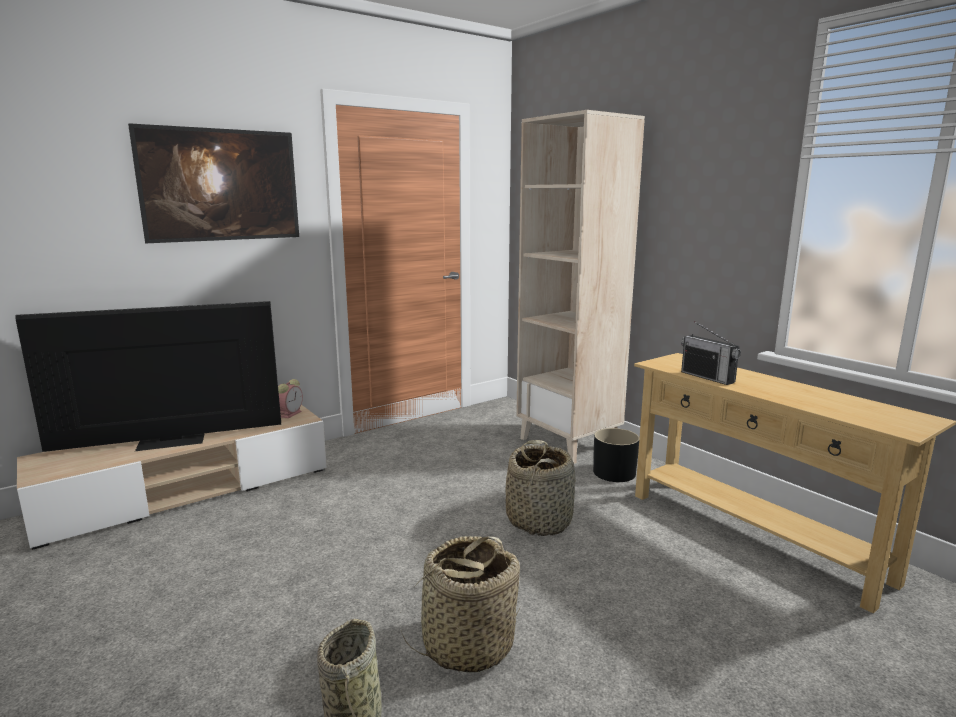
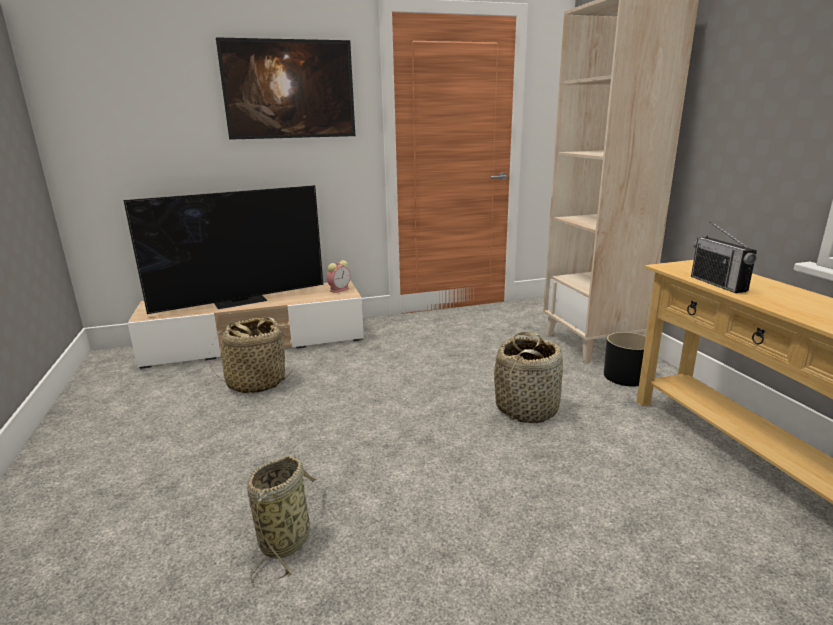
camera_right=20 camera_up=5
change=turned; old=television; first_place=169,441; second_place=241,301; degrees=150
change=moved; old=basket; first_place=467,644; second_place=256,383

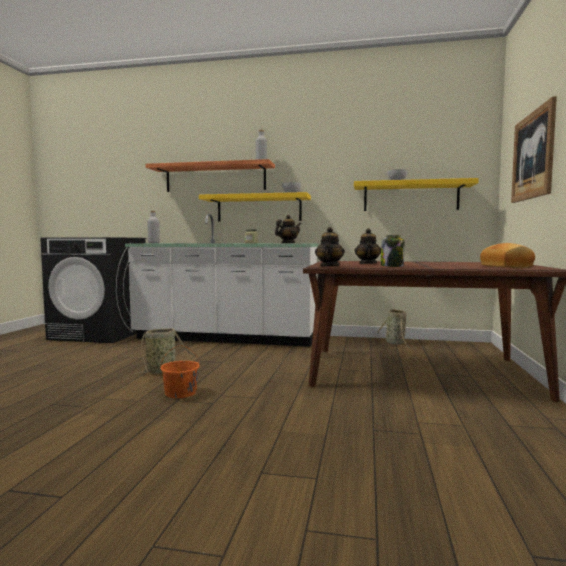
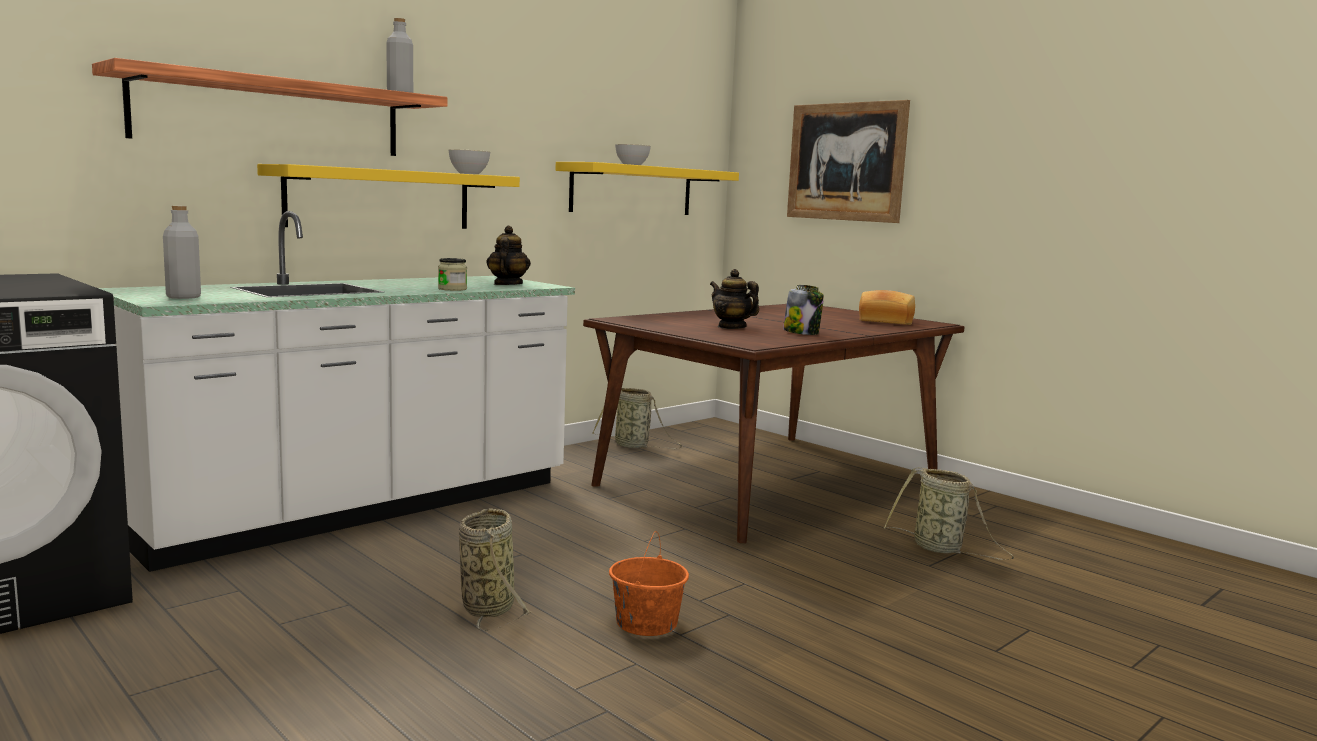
camera_right=-55 camera_up=5
change=removed; old=teapot; first_place=329,266
change=added; new=basket; second_place=941,549

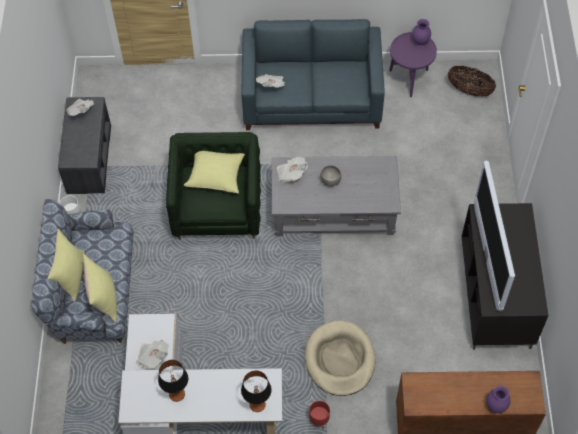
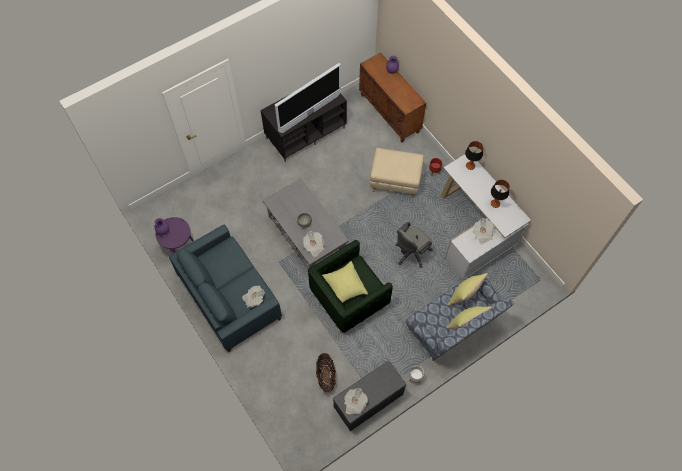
camera_right=-125 camera_up=5
change=moved; old=basket; first_place=469,90; second_place=326,376
change=replaced; old=dog bed (beige); new=ottoman (beige); first_place=340,359; second_place=395,180
change=added; new=office chair (grey); second_place=411,253

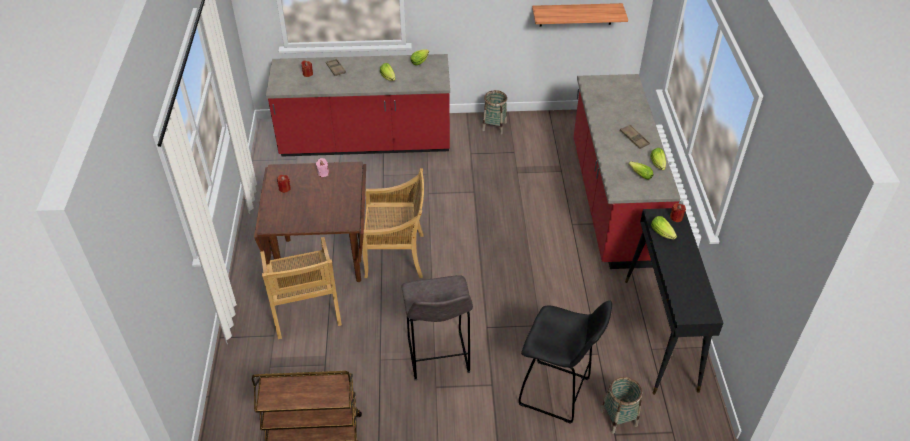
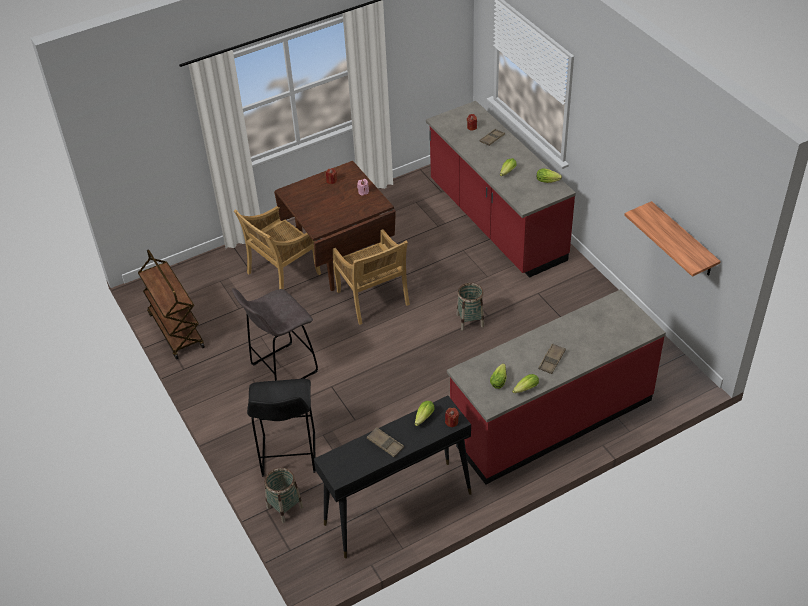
camera_right=65 camera_up=0
change=moved; old=basket; first_place=494,126; second_place=470,320
change=added; new=tray (brown); second_place=385,444

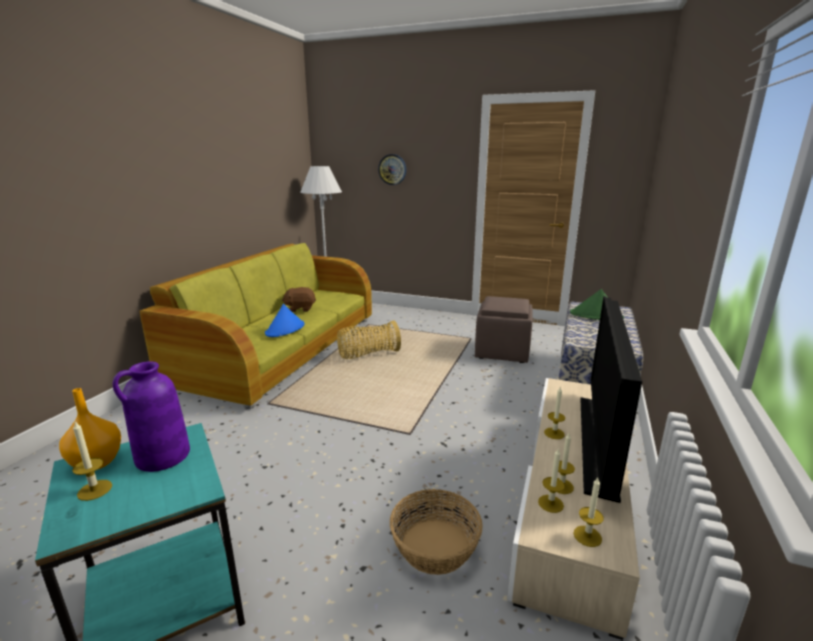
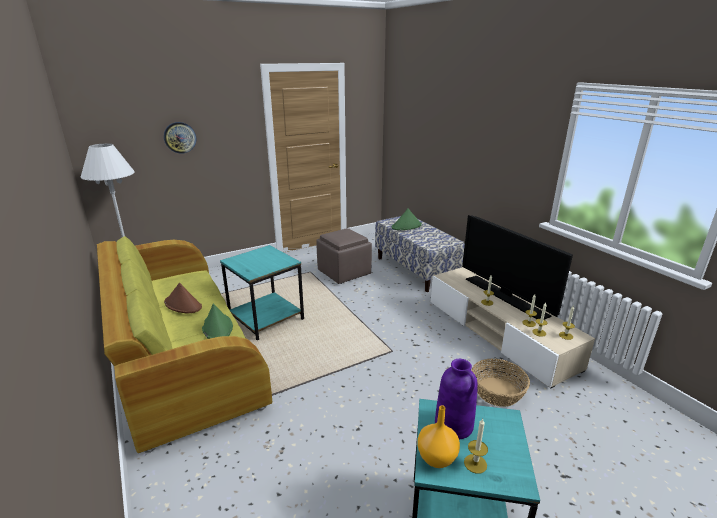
camera_right=-50 camera_up=5
change=replaced; old=plush toy (brown); new=hat (brown); first_place=300,309; second_place=183,305
change=recoloured; old=hat (blue); new=hat (green); first_place=285,329; second_place=217,327
change=replaced; old=basket; new=side table (turquoise); first_place=367,354; second_place=265,318

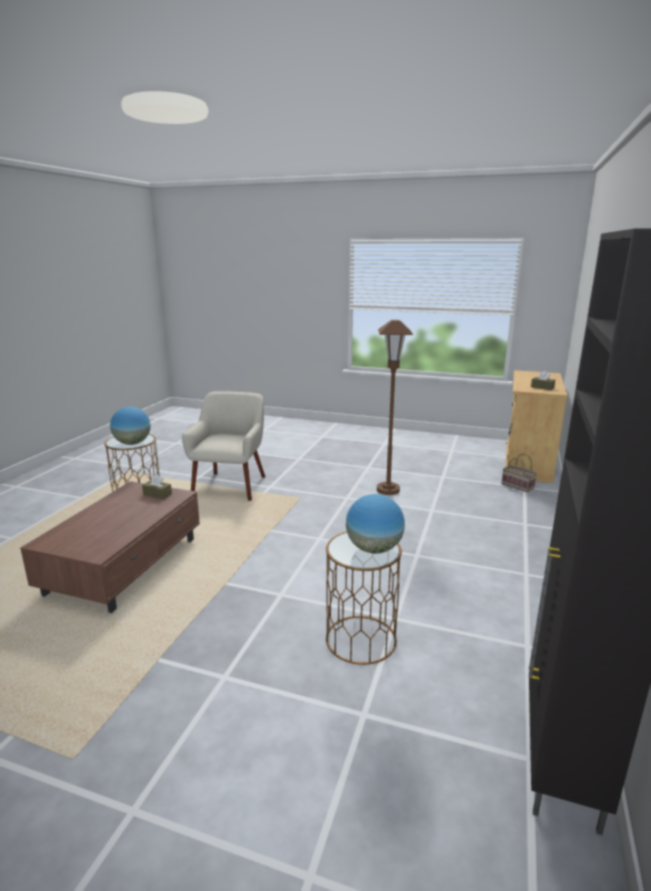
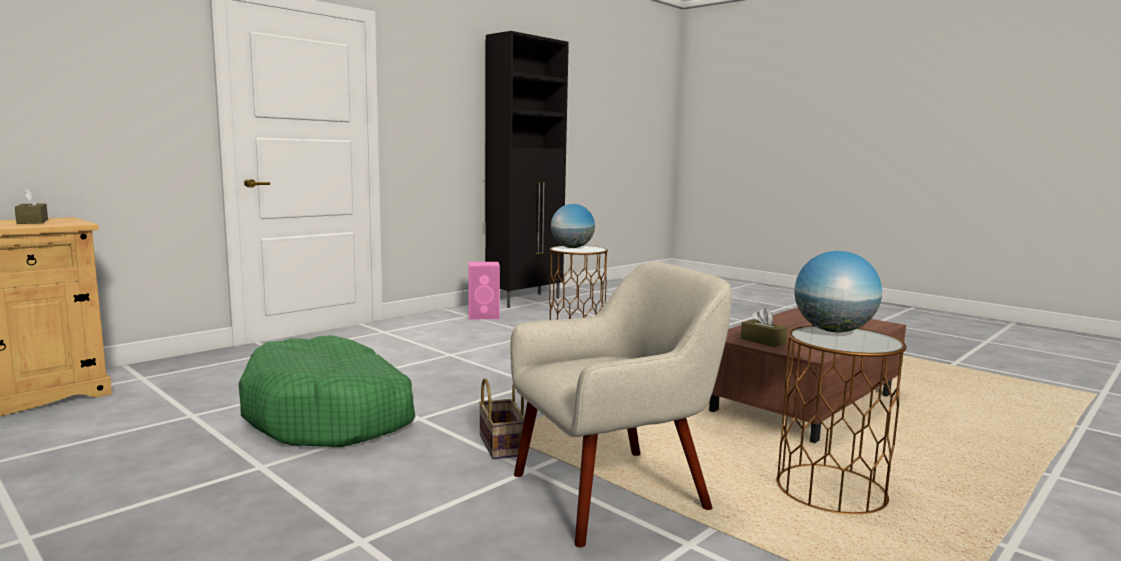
camera_right=-155 camera_up=-10
change=replaced; old=floor lamp (brown); new=dog bed (green); first_place=388,490; second_place=331,415
change=turned; old=armchair (beige); first_place=231,485; second_place=613,492; degrees=-150
change=moved; old=basket; first_place=518,486; second_place=500,445
change=added; new=speaker (pink); second_place=484,316

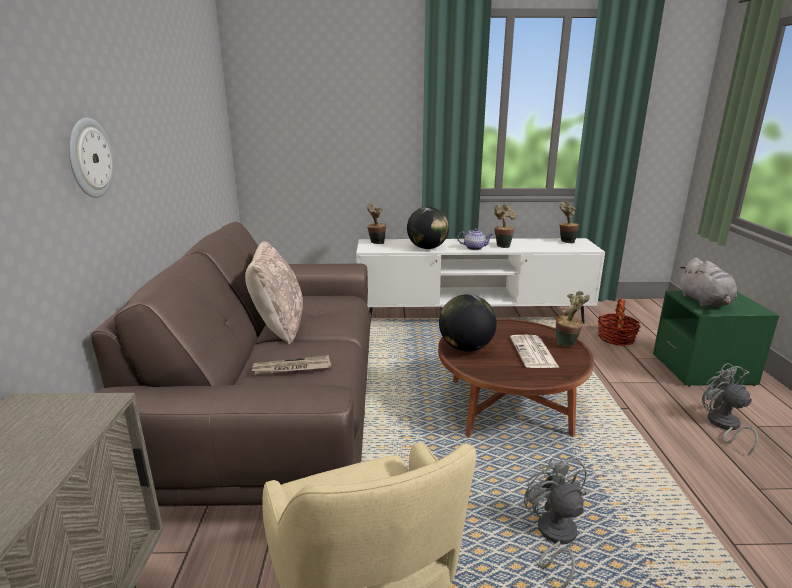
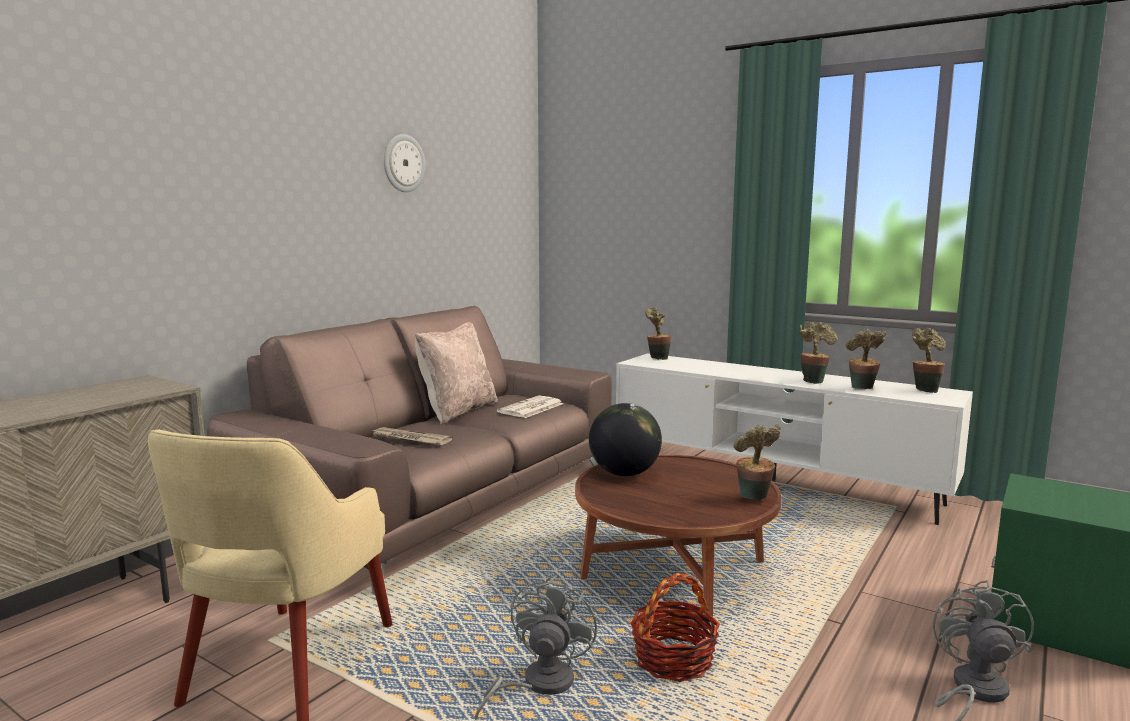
camera_right=35 camera_up=-10
change=moved; old=wall clock; first_place=89,158; second_place=403,163
change=removed; old=globe; first_place=427,248
change=removed; old=teapot; first_place=474,248
change=removed; old=plush toy (grey); first_place=705,302
change=moved; old=basket; first_place=616,338; second_place=673,660
change=moved; old=newspaper; first_place=534,352; second_place=531,408
change=added; new=potted plant; second_place=862,389

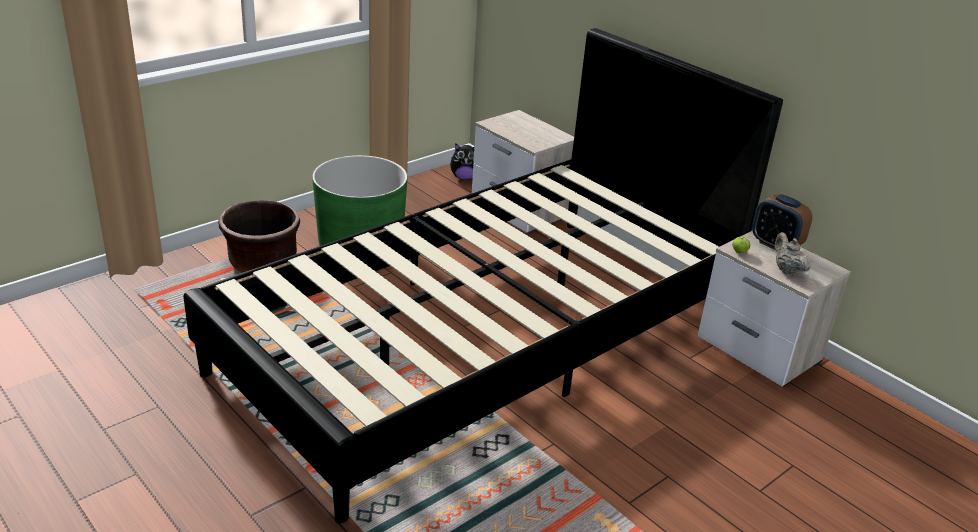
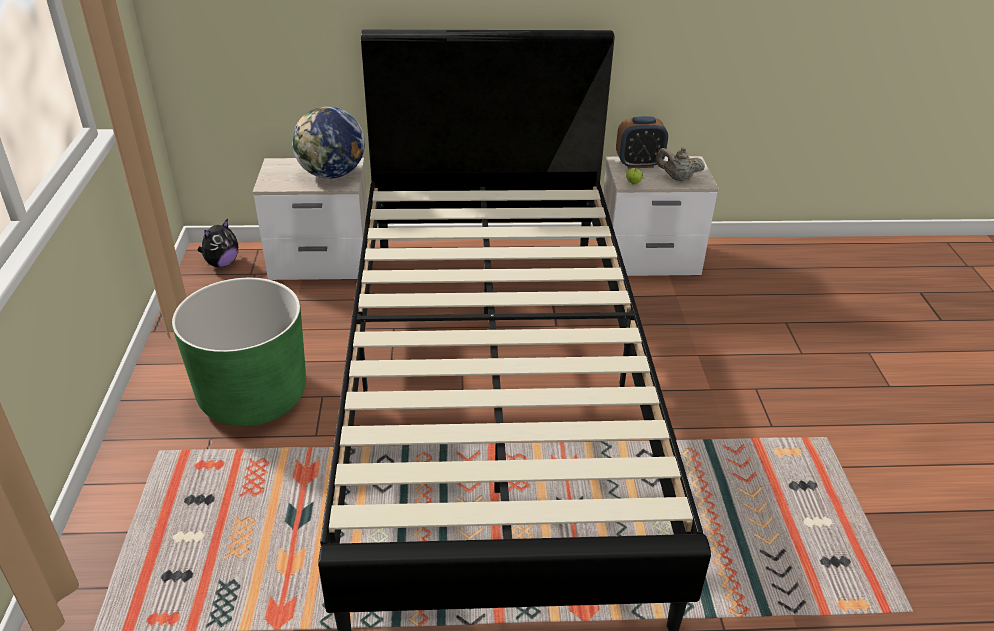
camera_right=-50 camera_up=5
change=removed; old=planter (brown); first_place=262,263
change=added; new=globe; second_place=332,174

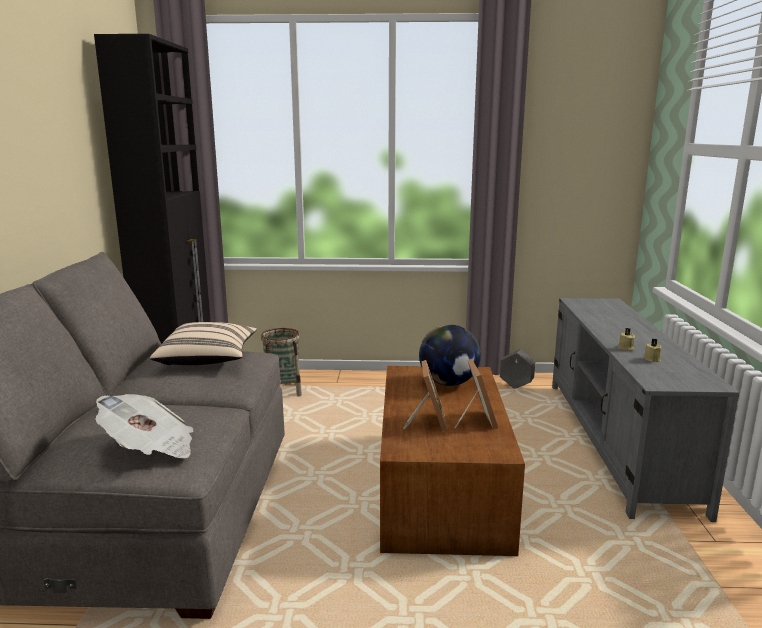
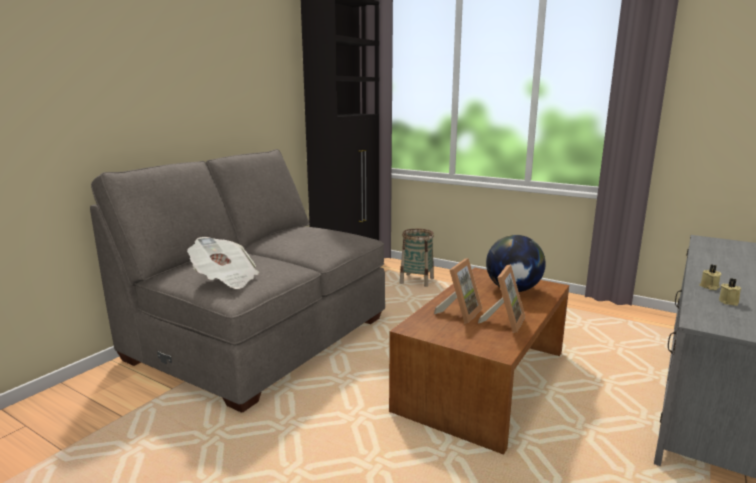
camera_right=30 camera_up=0
change=removed; old=pillow (beige); first_place=208,360
change=removed; old=planter (grey); first_place=516,386

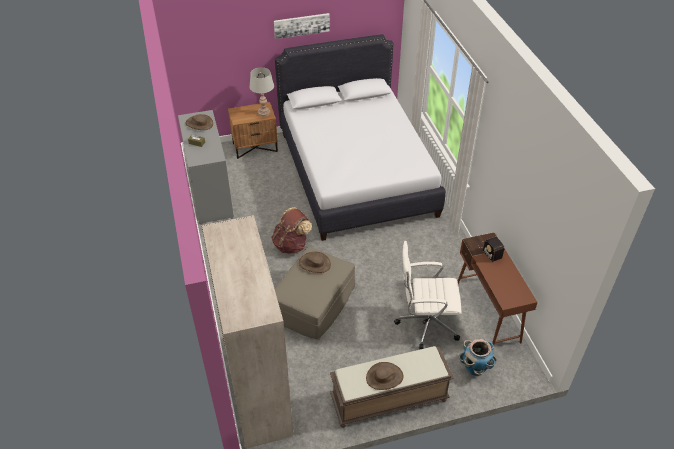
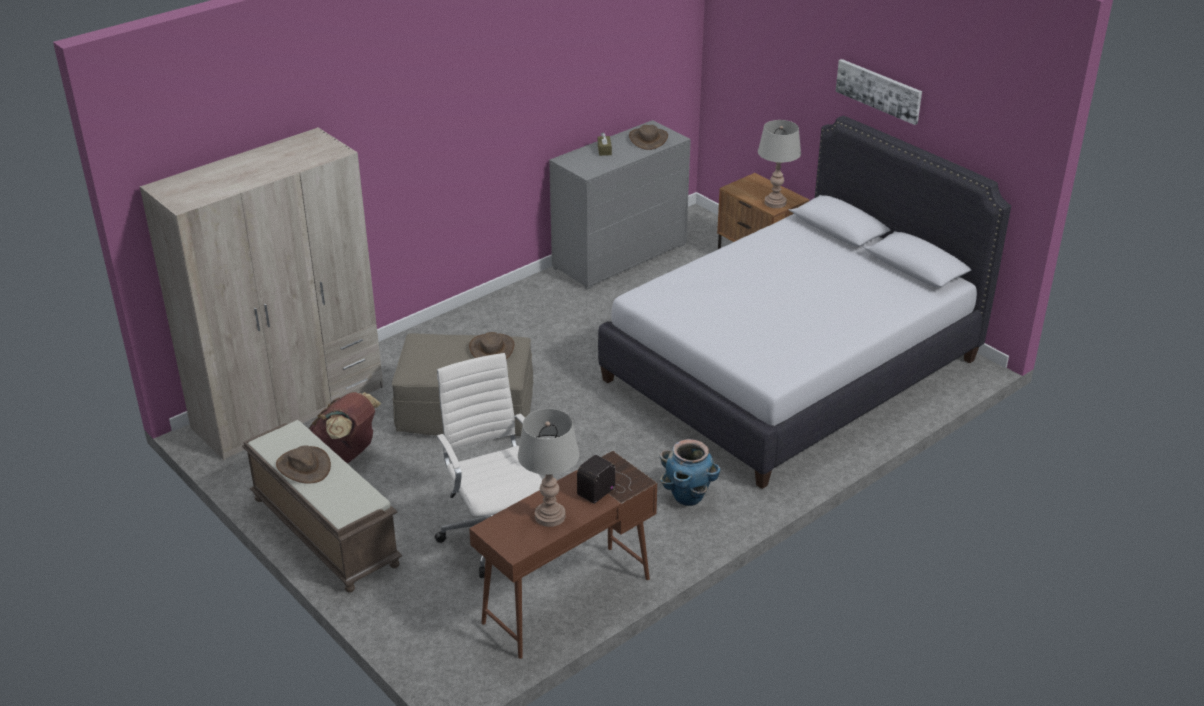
camera_right=65 camera_up=-10
change=moved; old=backpack (brown); first_place=291,244; second_place=346,455
change=moved; old=planter; first_place=475,368; second_place=688,497
change=added; new=table lamp (grey); second_place=550,516

